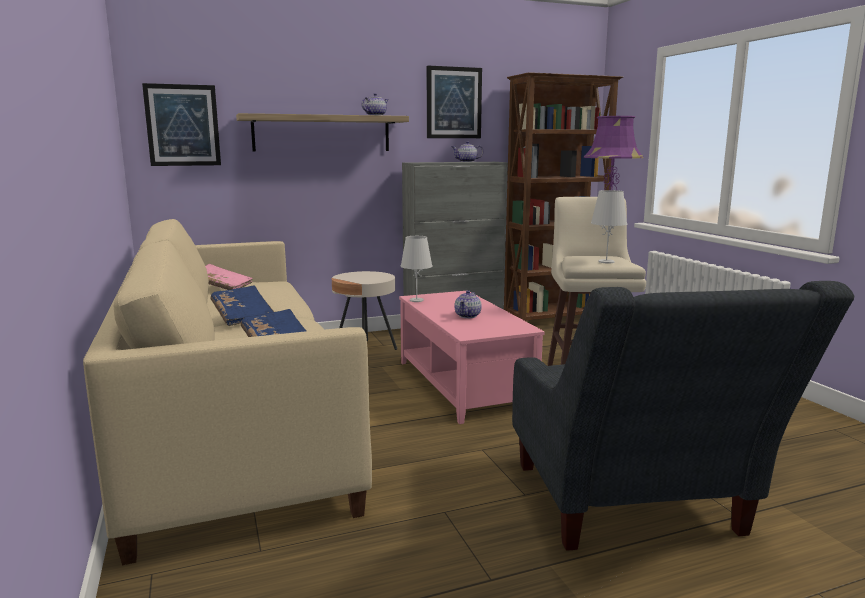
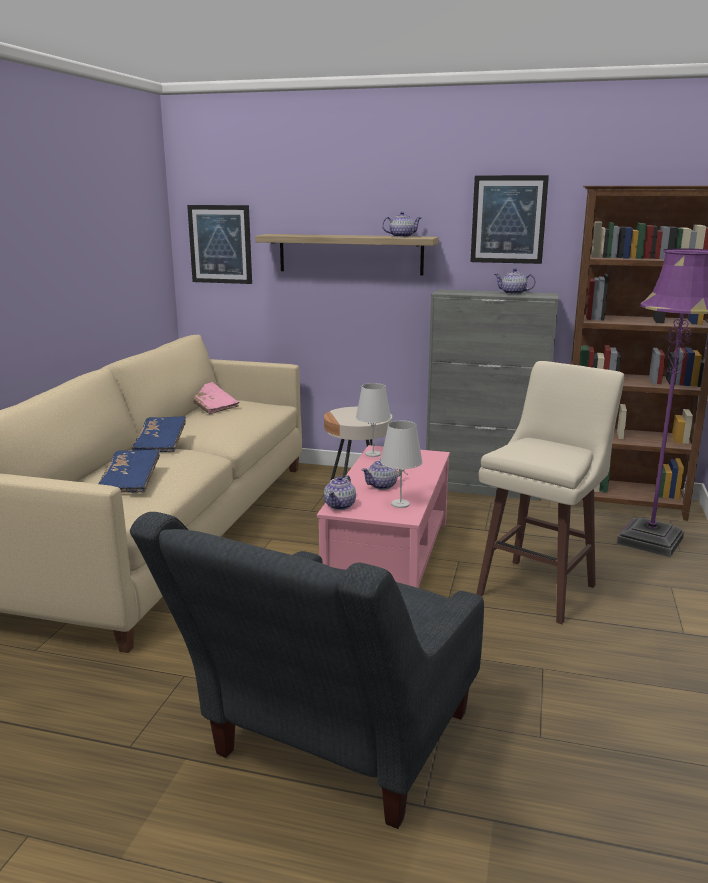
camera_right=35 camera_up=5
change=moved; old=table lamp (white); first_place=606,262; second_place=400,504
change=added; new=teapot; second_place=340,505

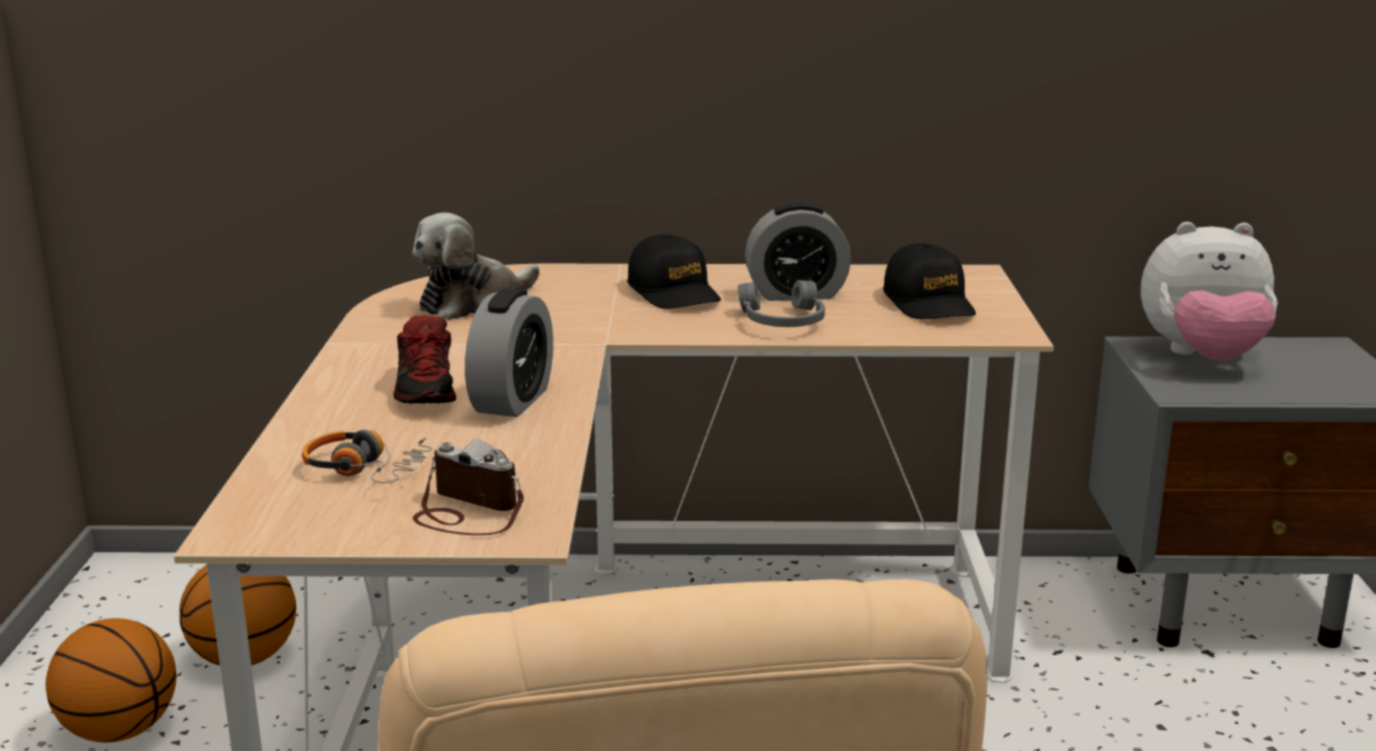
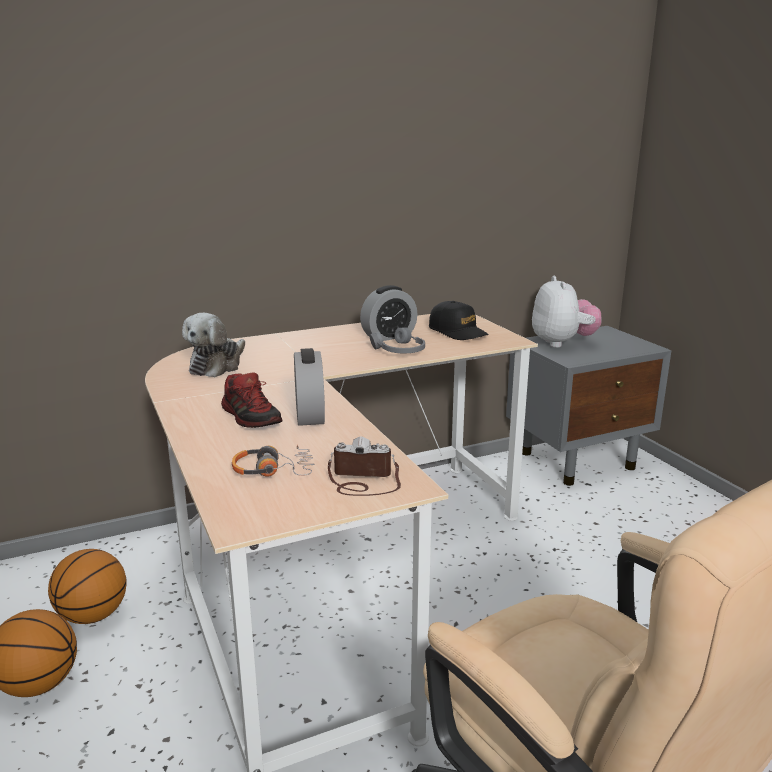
camera_right=-25 camera_up=0
change=turned; old=plush toy; first_place=1202,358; second_place=562,343; degrees=-75
change=removed; old=cap (black); first_place=674,292

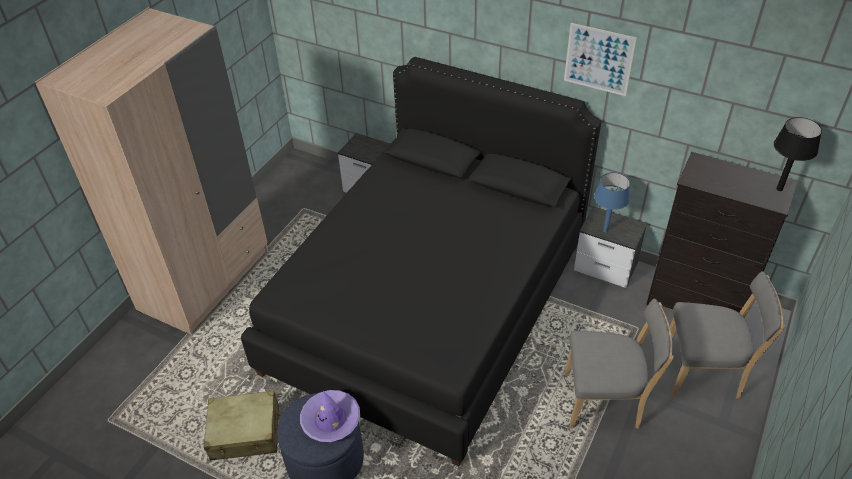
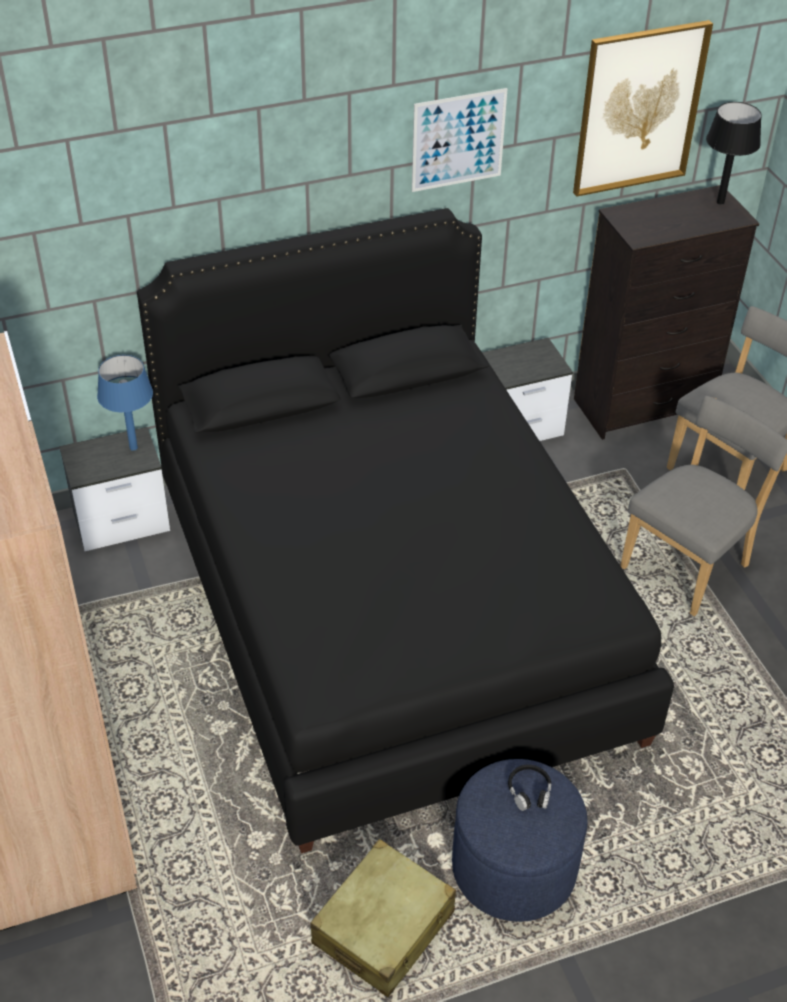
camera_right=-50 camera_up=0
change=moved; old=table lamp (blue); first_place=605,231; second_place=133,448
change=replaced; old=hat (purple); new=headphones (black); first_place=331,420; second_place=529,791
change=added; new=picture; second_place=639,109

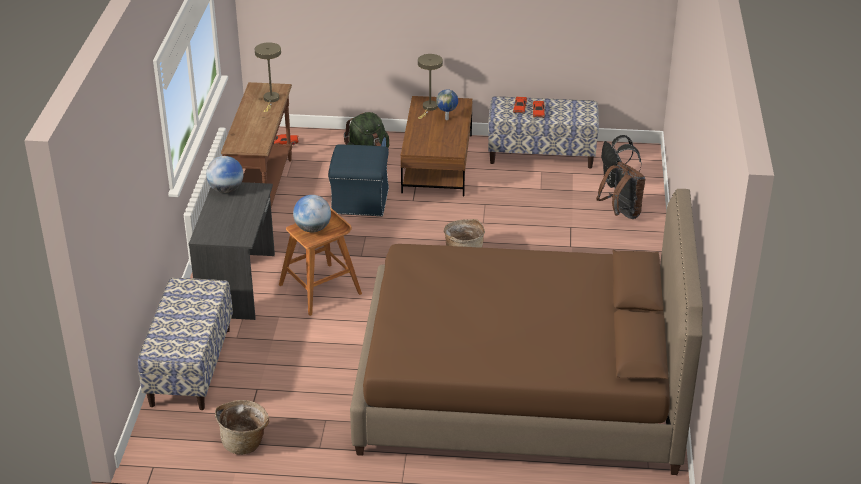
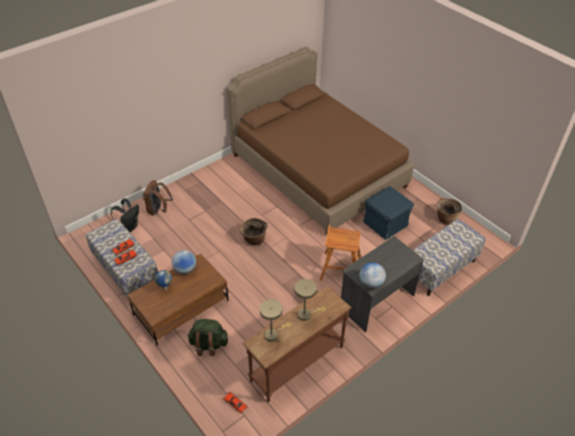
camera_right=-135 camera_up=10
change=moved; old=table lamp (beige); first_place=429,108; second_place=306,314
change=moved; old=ottoman (blue); first_place=360,201; second_place=386,223
change=moved; old=globe; first_place=313,228; second_place=185,269

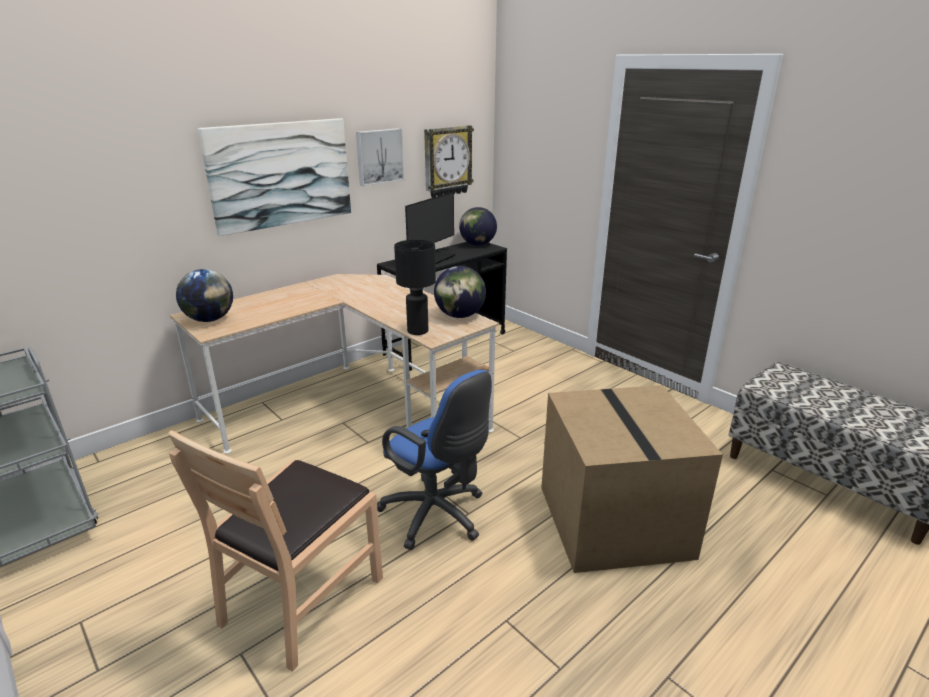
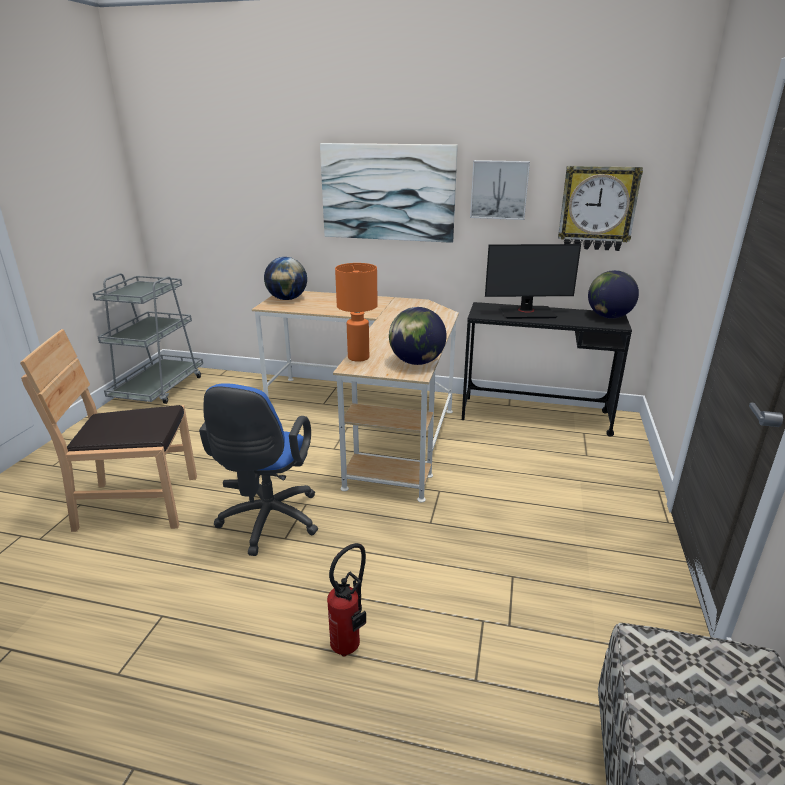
camera_right=55 camera_up=0
change=recoloured; old=table lamp (black); new=table lamp (orange); first_place=417,331; second_place=359,357
change=replaced; old=cardboard box; new=fire extinguisher; first_place=616,522; second_place=350,645

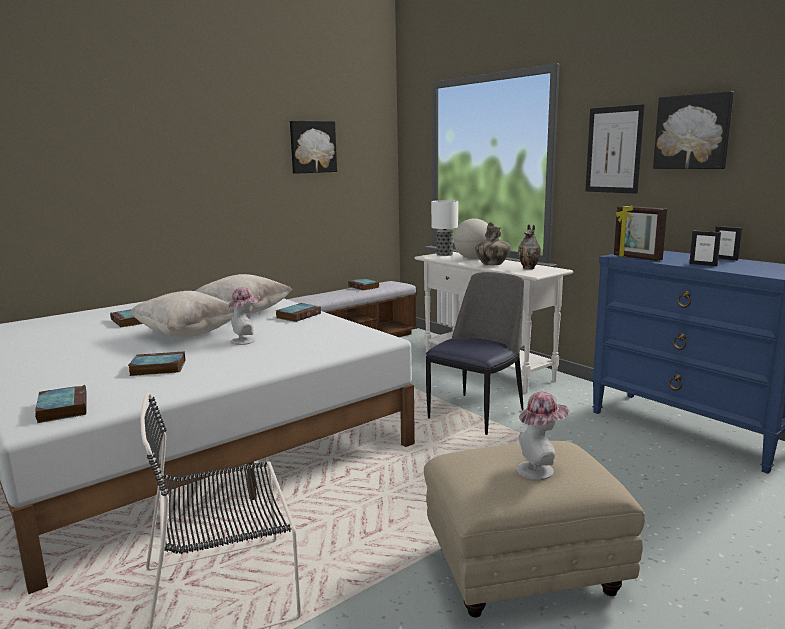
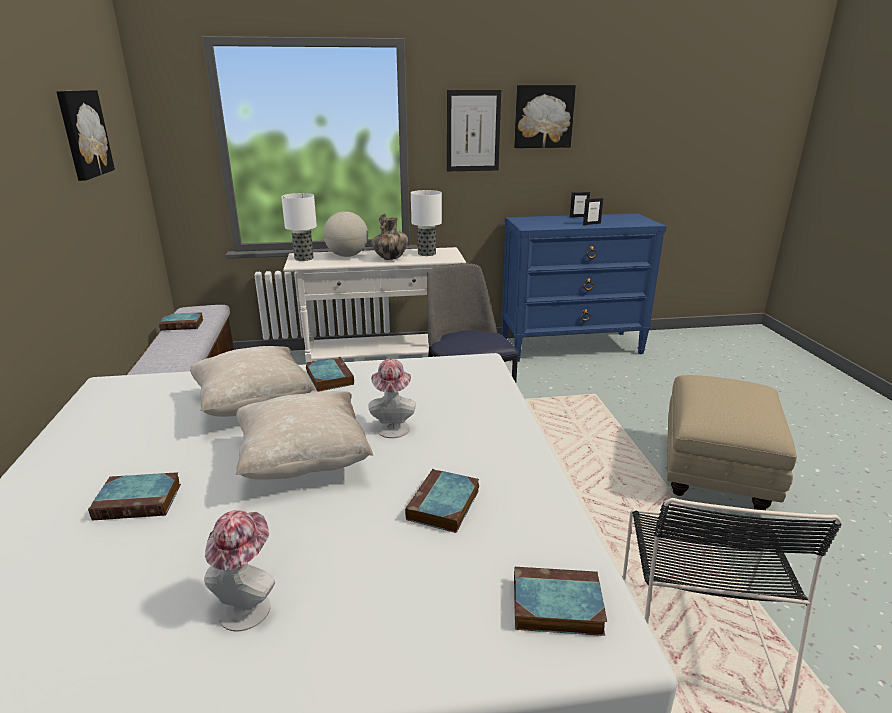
camera_right=-60 camera_up=10
change=removed; old=picture frame; first_place=636,258
change=replaced; old=vase; new=table lamp; first_place=529,268; second_place=427,253
change=moved; old=hat; first_place=539,469; second_place=248,605

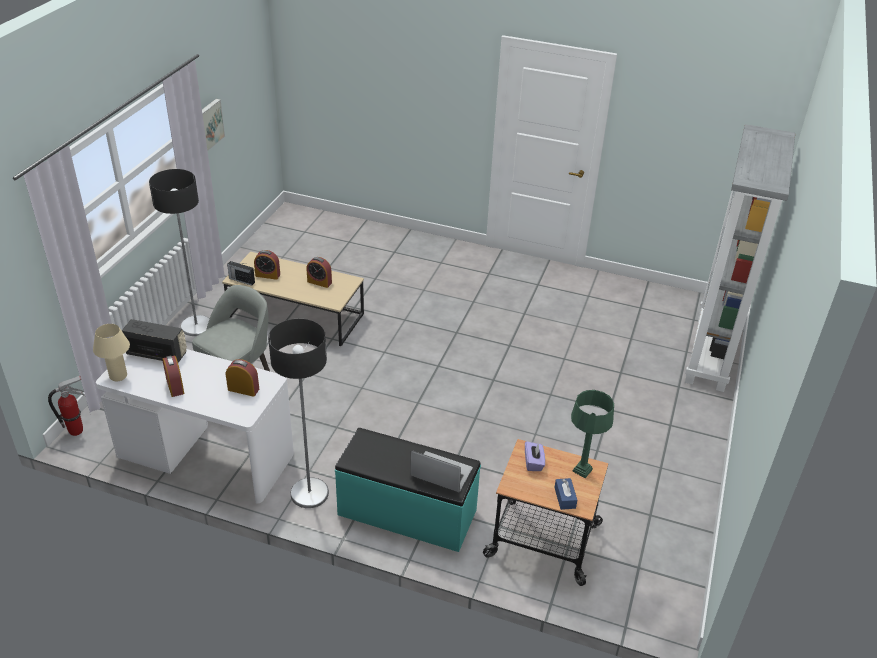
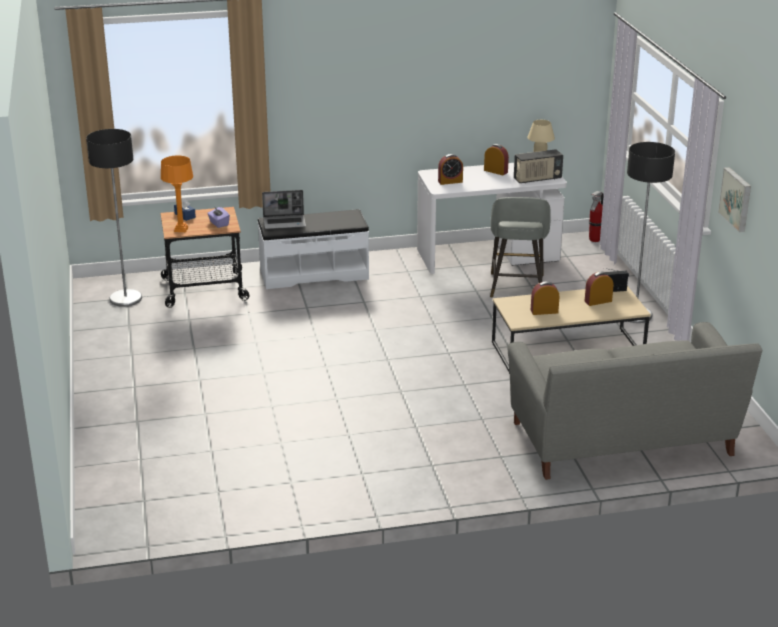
camera_right=150 camera_up=-10
change=removed; old=bookcase (grey); first_place=711,353
change=moved; old=floor lamp; first_place=309,493; second_place=126,299
change=recoloured; old=table lamp (green); new=table lamp (orange); first_place=582,470; second_place=181,229
change=recoloured; old=bench (turquoise); new=bench (white); first_place=407,513; second_place=314,274
change=added; new=sofa (grey); second_place=623,440

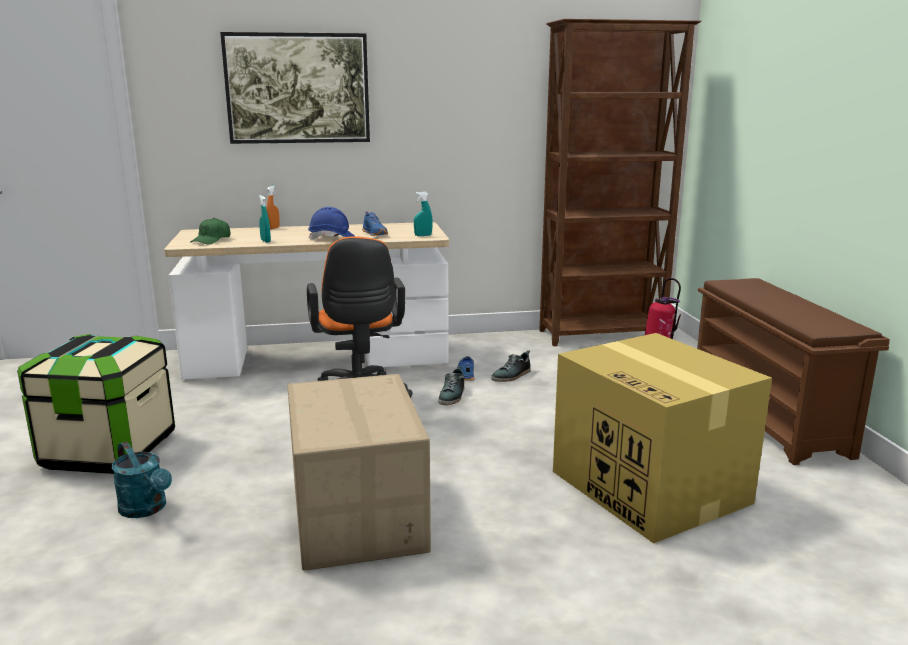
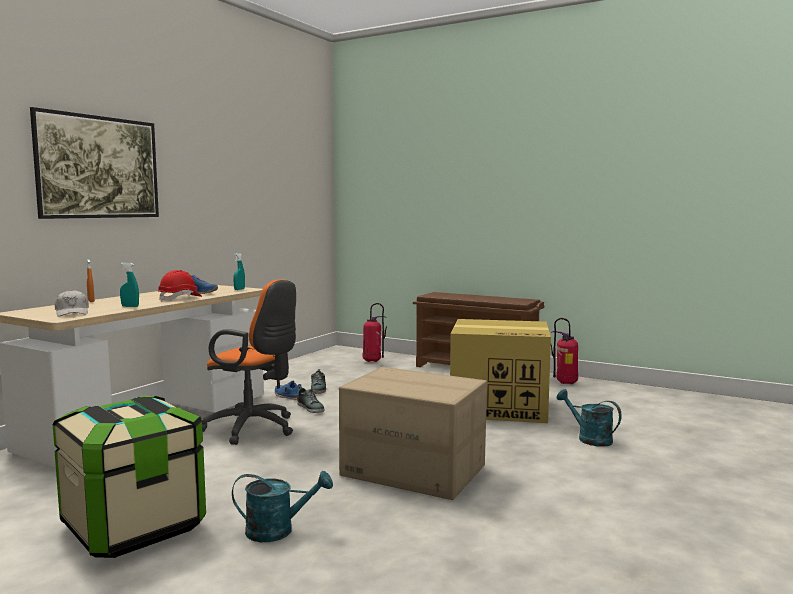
camera_right=-50 camera_up=-10
change=removed; old=bookcase (brown); first_place=603,335
change=recoloured; old=hard hat (blue); new=hard hat (red); first_place=332,239; second_place=180,298
change=recoloured; old=cap (green); new=cap (white); first_place=211,240; second_place=72,313
change=added; new=fire extinguisher; second_place=565,383
change=added; new=watering can (turquoise); second_place=589,438

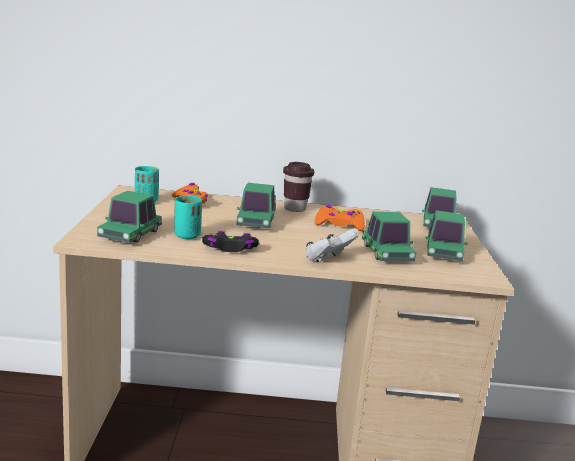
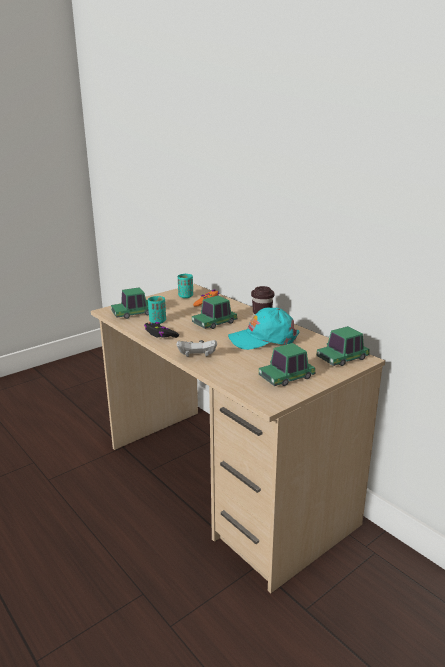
camera_right=50 camera_up=5
change=replaced; old=game controller (orange); new=cap (turquoise); first_place=339,225; second_place=263,338
change=removed; old=toy car; first_place=386,254

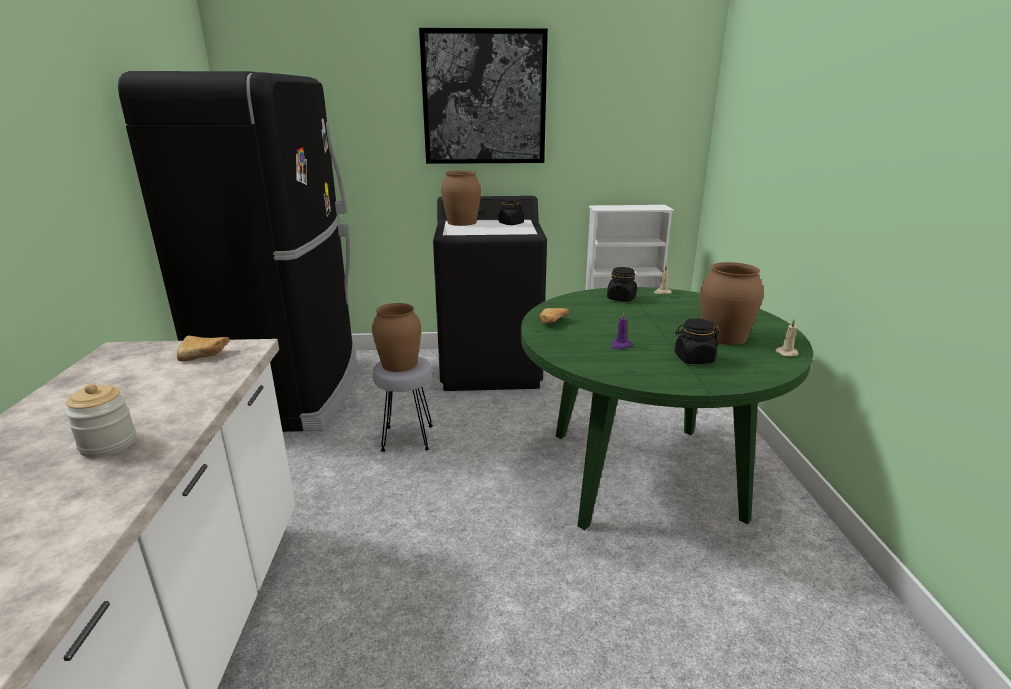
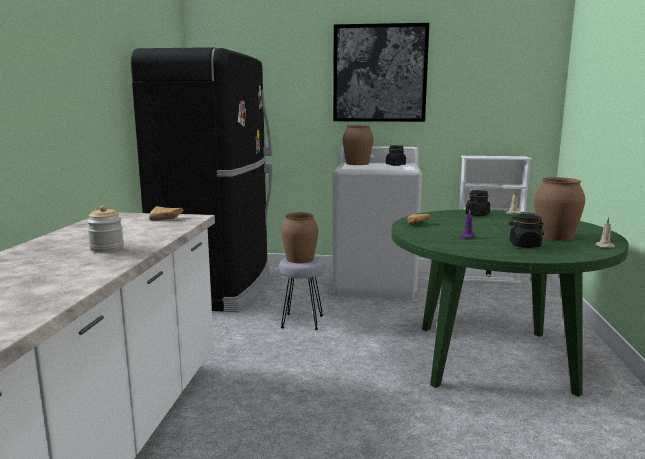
camera_right=10 camera_up=-10
change=recoloured; old=washing machine (black); new=washing machine (white); first_place=491,368; second_place=375,283

